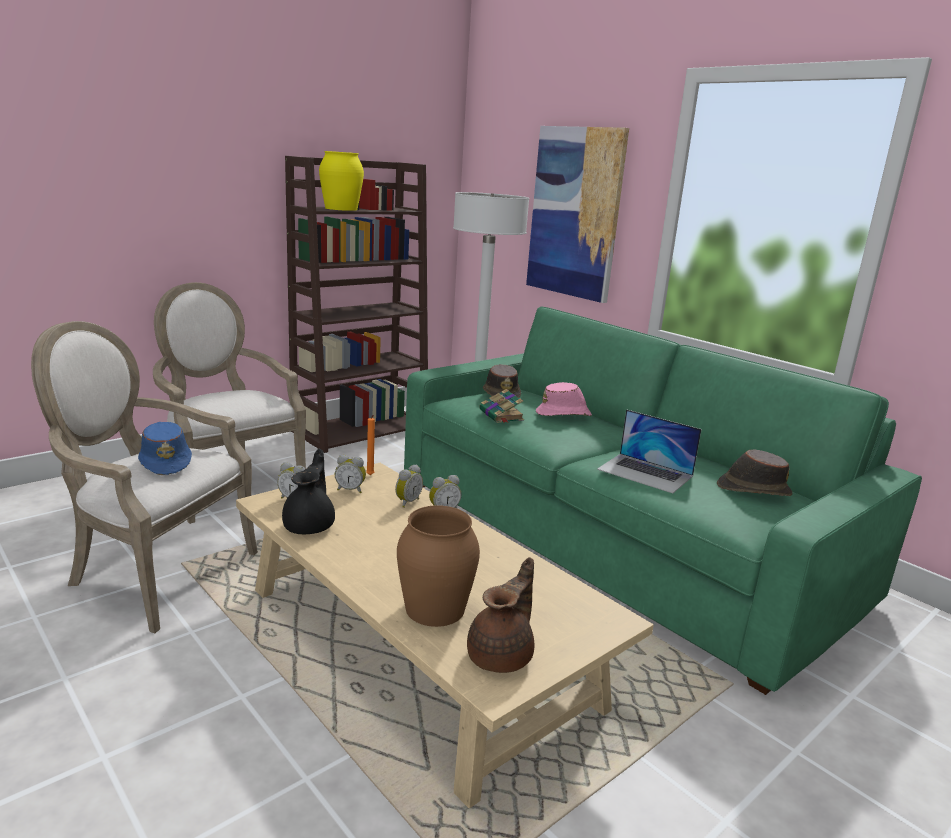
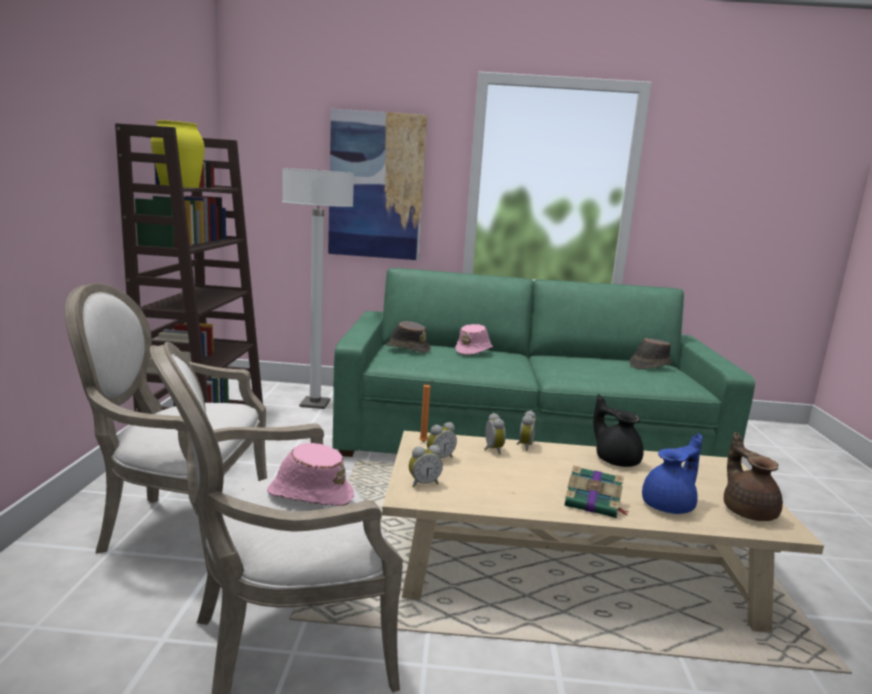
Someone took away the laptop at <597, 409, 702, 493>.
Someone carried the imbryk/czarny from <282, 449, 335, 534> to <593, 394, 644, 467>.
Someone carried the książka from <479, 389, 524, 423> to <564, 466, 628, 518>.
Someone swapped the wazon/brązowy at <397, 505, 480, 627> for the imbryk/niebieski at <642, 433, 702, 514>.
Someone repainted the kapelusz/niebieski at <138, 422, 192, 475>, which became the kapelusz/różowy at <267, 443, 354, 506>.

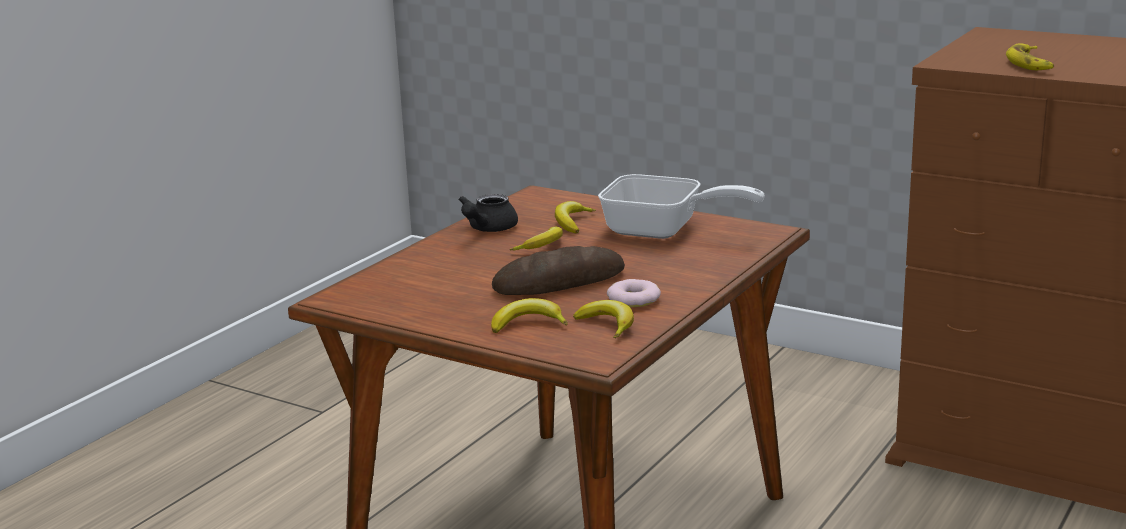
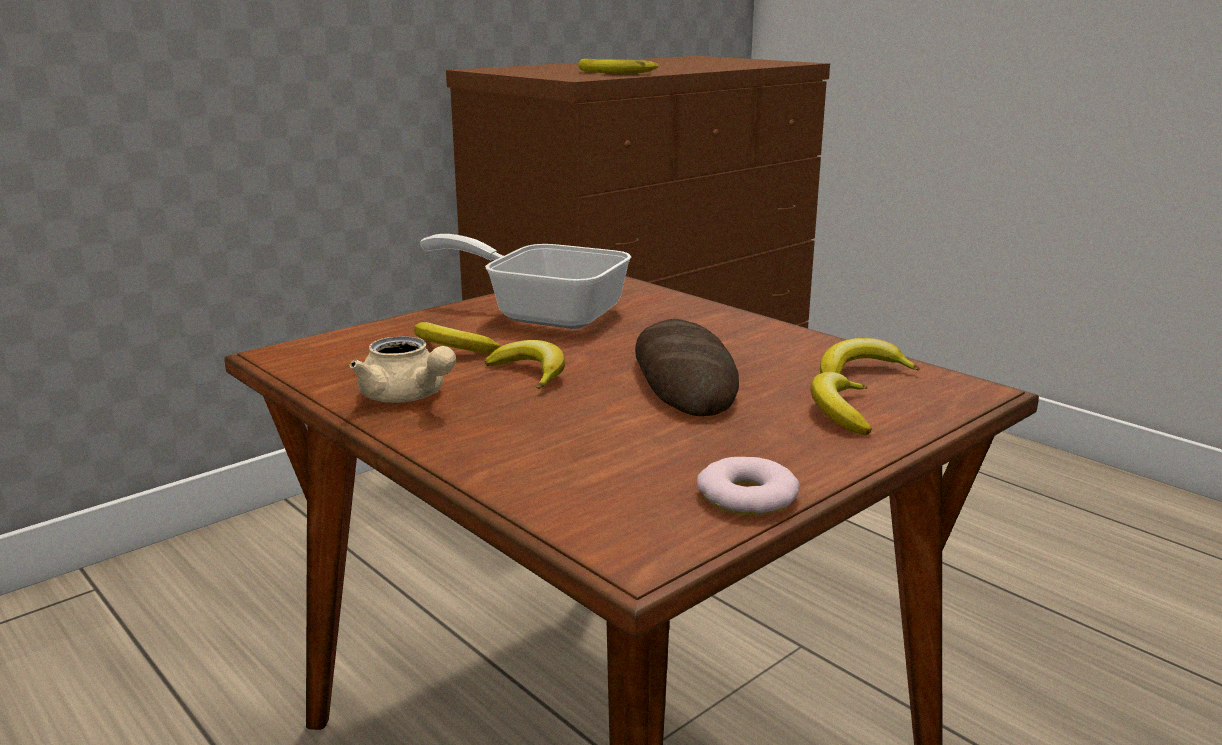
Someone carried the donut from <607, 279, 661, 307> to <697, 457, 800, 516>.
Someone repainted the imbryk/czarny at <458, 194, 518, 232>, which became the imbryk/beżowy at <350, 336, 456, 403>.
Someone rotated the patelnia at <598, 174, 765, 239> by 105 degrees counterclockwise.

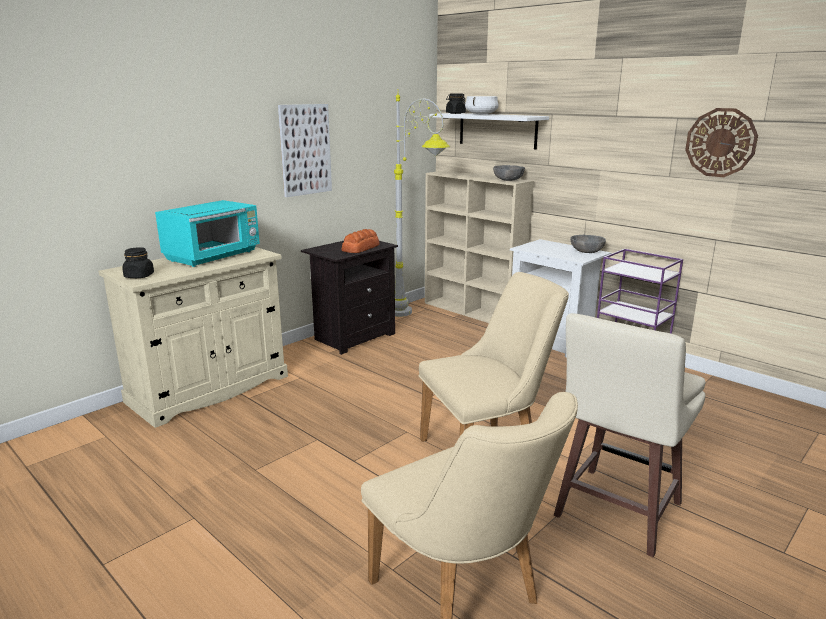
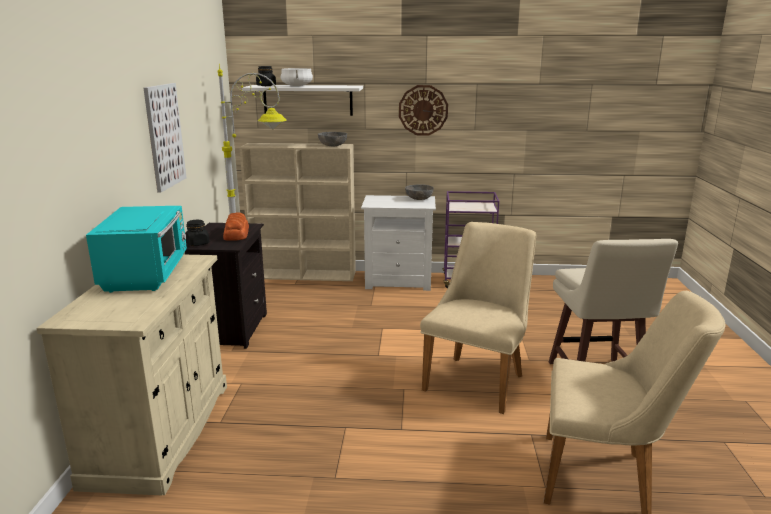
Someone carried the słoik/czarny from <122, 247, 154, 278> to <185, 220, 209, 246>.
Someone carried the zegar ścienny from <685, 108, 758, 177> to <399, 85, 448, 135>.

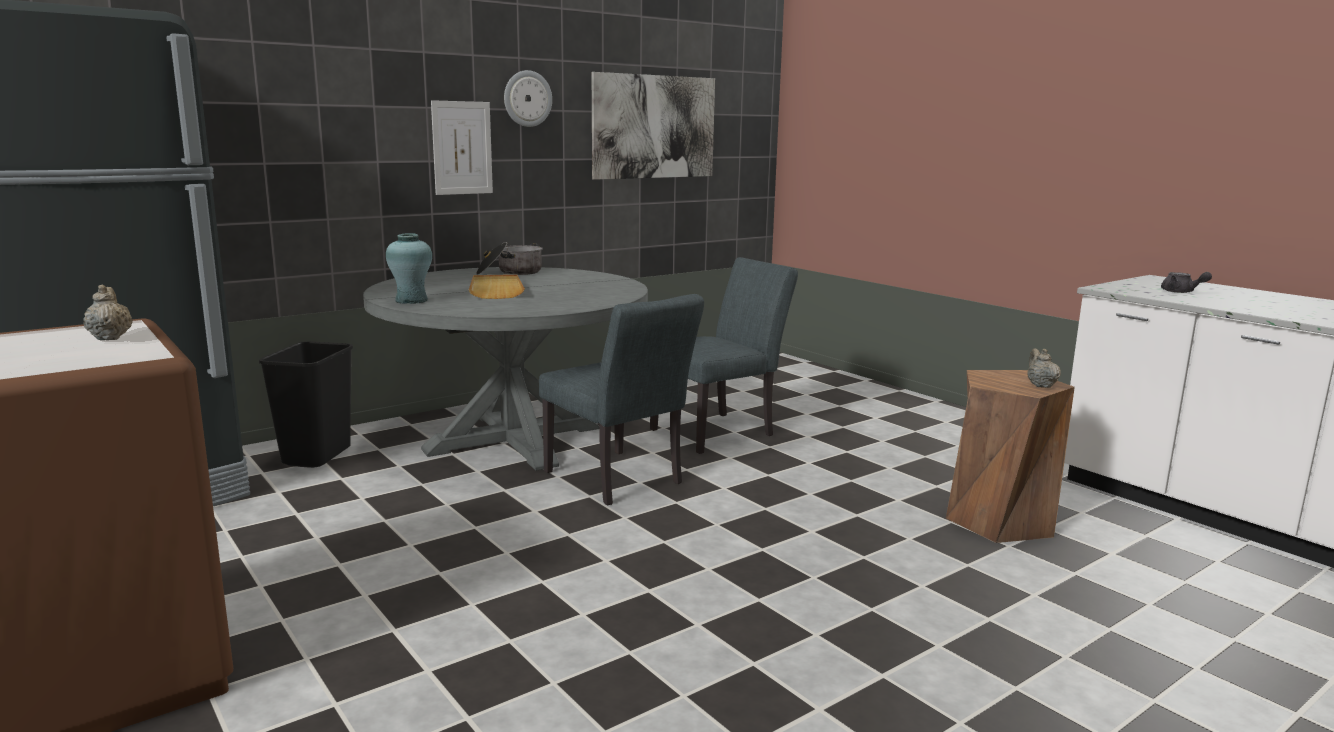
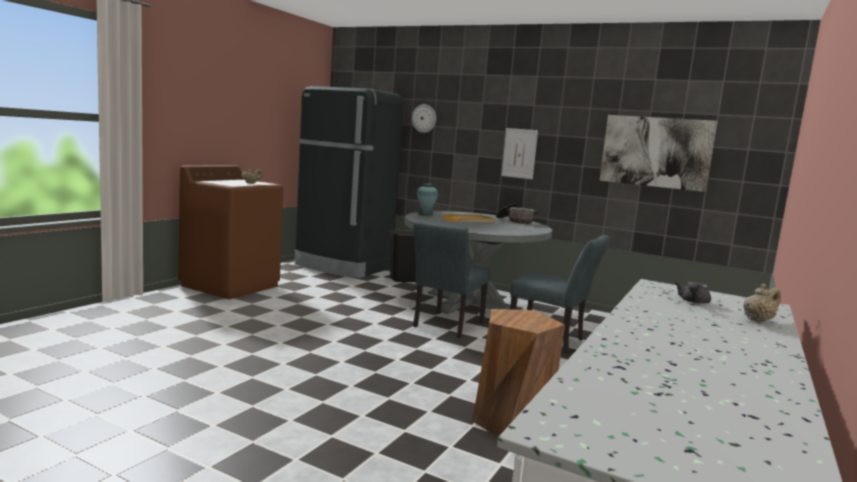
Someone carried the zegar ścienny from <504, 70, 552, 127> to <412, 104, 436, 133>.
Someone carried the imbryk/beżowy from <1027, 348, 1061, 388> to <743, 284, 781, 322>.

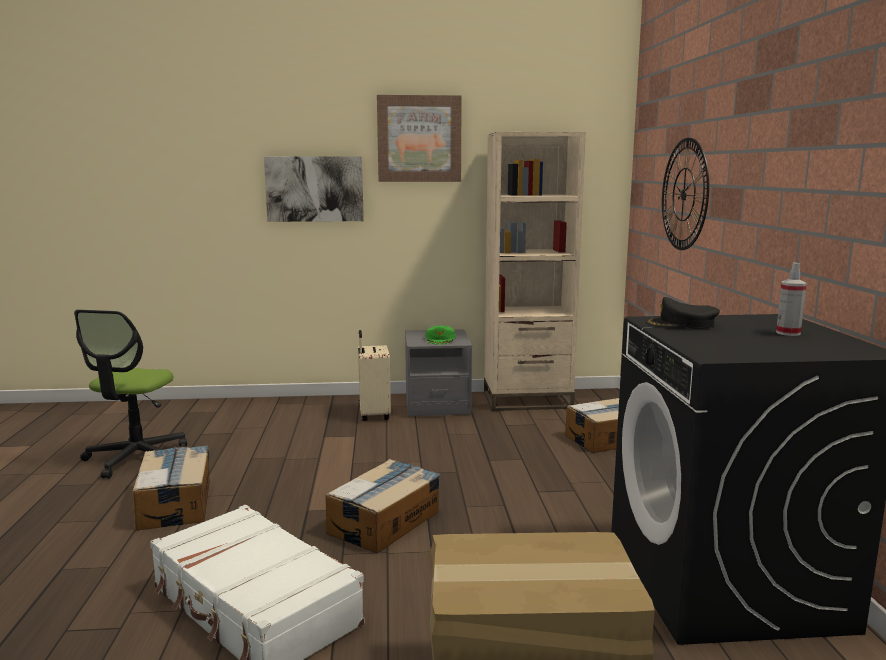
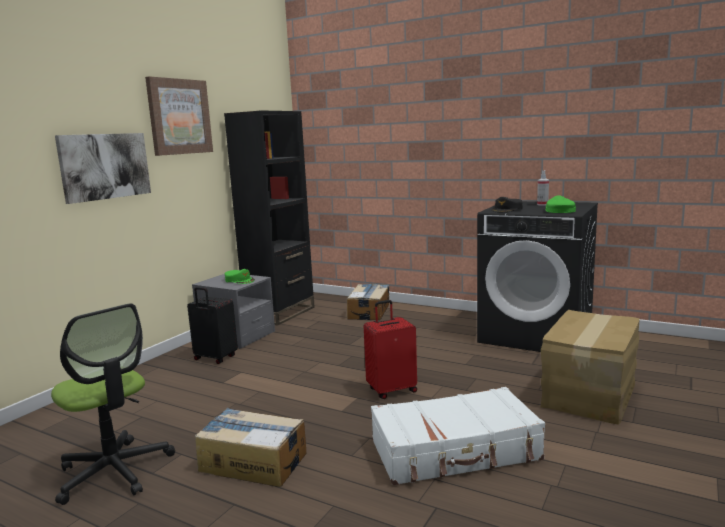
Someone took away the zegar ścienny at <662, 138, 709, 250>.
Someone put down the czapka z daszkiem/zielony at <546, 195, 576, 213>.
Someone swapped the karton at <325, 459, 440, 553> for the walizka/czerwony at <364, 300, 417, 399>.
Someone repainted the walizka/beżowy at <358, 330, 391, 421>, which became the walizka/czarny at <187, 287, 238, 364>.
Someone repainted the regał/beżowy at <484, 132, 586, 411>, which became the regał/czarny at <224, 110, 315, 326>.

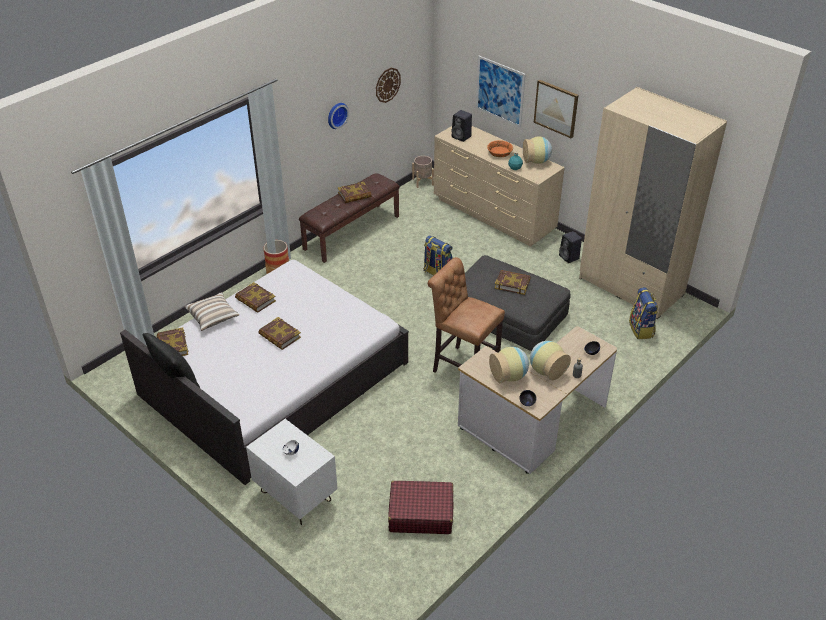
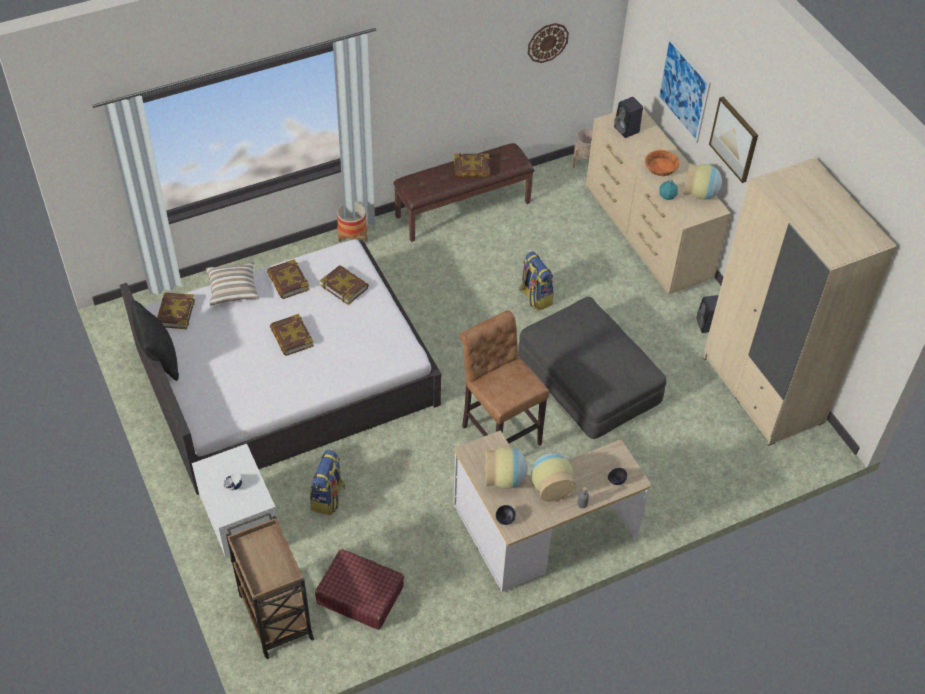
Someone took away the zegar ścienny at <328, 103, 349, 129>.
Someone put down the wózek/brązowy at <226, 513, 314, 659>.
Someone carried the książka from <495, 270, 531, 295> to <320, 265, 369, 305>.
Someone carried the plecak from <629, 287, 658, 339> to <310, 450, 345, 515>.

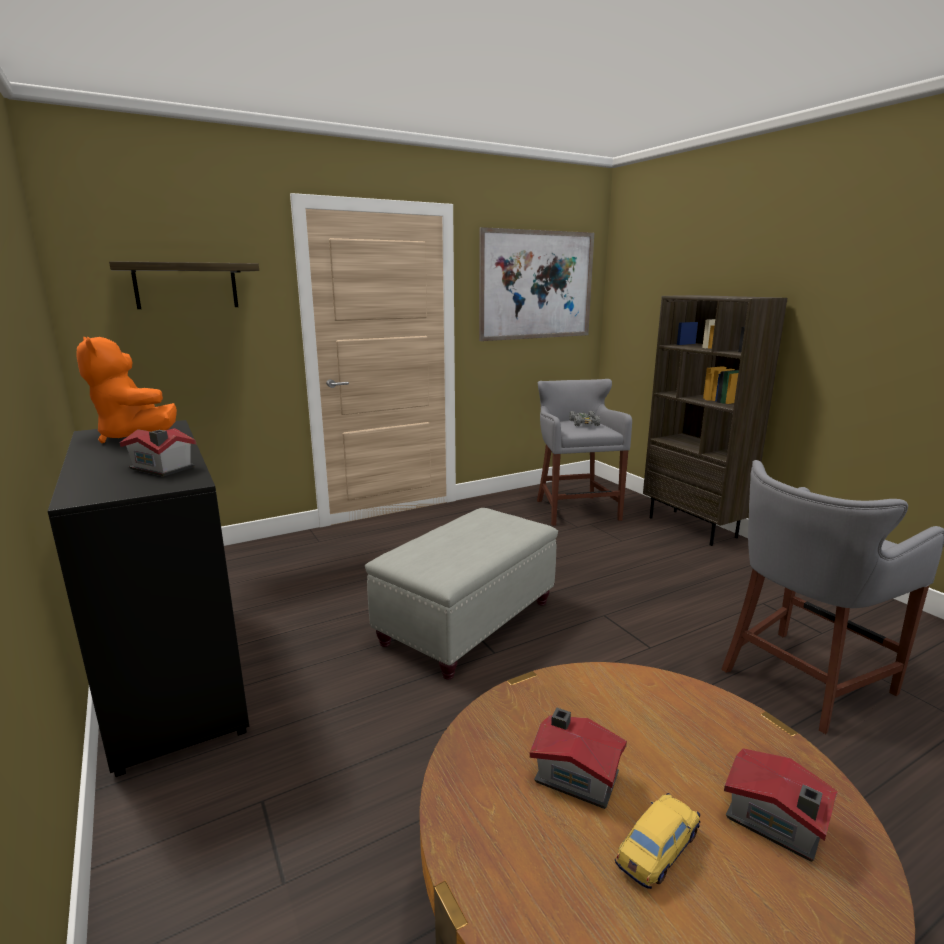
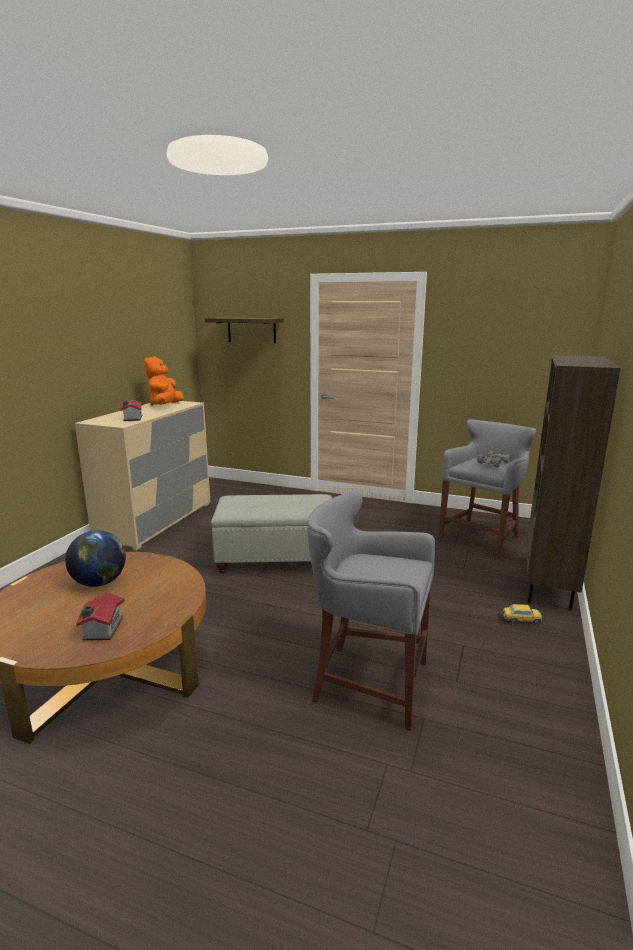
Someone took away the obraz at <479, 227, 594, 341>.
Someone carried the samochodzik from <615, 793, 700, 889> to <502, 604, 543, 625>.
Someone swapped the domek at <530, 708, 627, 809> for the globus at <65, 530, 126, 587>.
Someone repainted the komoda/czarny at <48, 420, 249, 777>, which became the komoda/beżowy at <75, 401, 210, 550>.

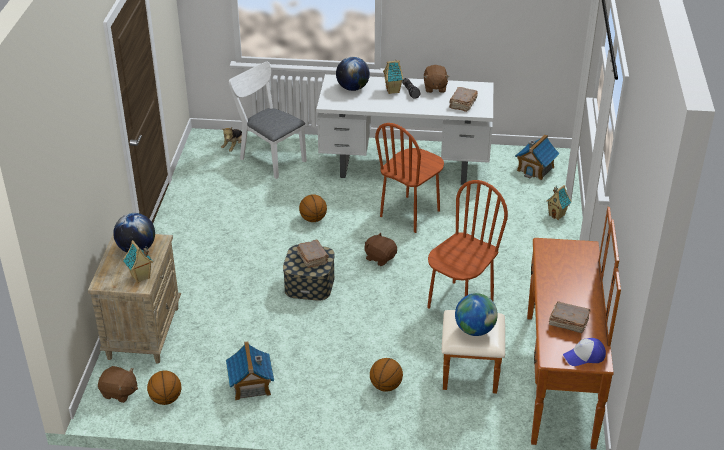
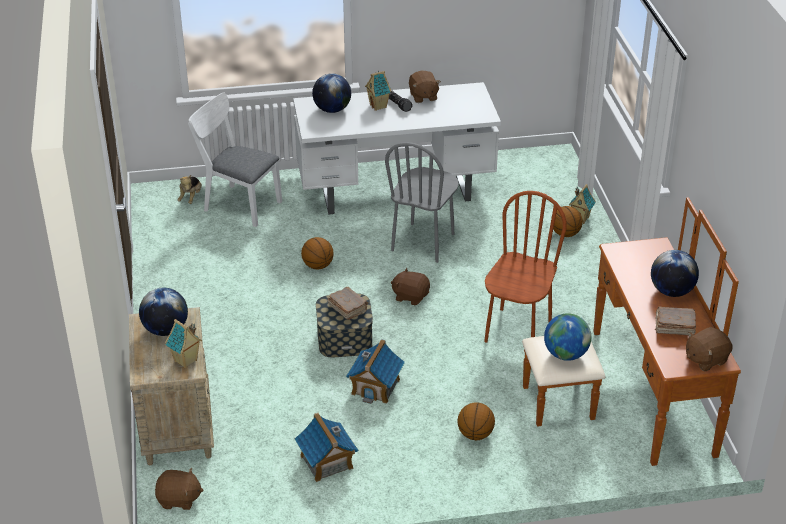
Someone took away the książka/brązowy at <449, 87, 478, 112>.
Someone put down the globus at <651, 250, 699, 297>.
Someone carried the piłka do koszykówki from <147, 370, 181, 405> to <553, 206, 583, 237>.
Someone carried the domek from <515, 134, 560, 180> to <346, 339, 405, 404>.
Someone swapped the czapka z daszkiem at <563, 338, 606, 366> for the pluszak/brązowy at <686, 327, 733, 371>.
Someone repainted the krzesło/brązowy at <375, 123, 444, 233>, which became the krzesło/szary at <385, 142, 459, 263>.

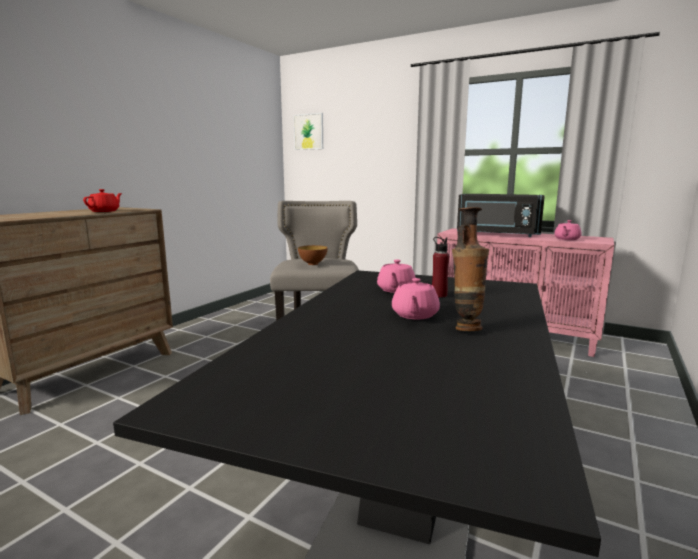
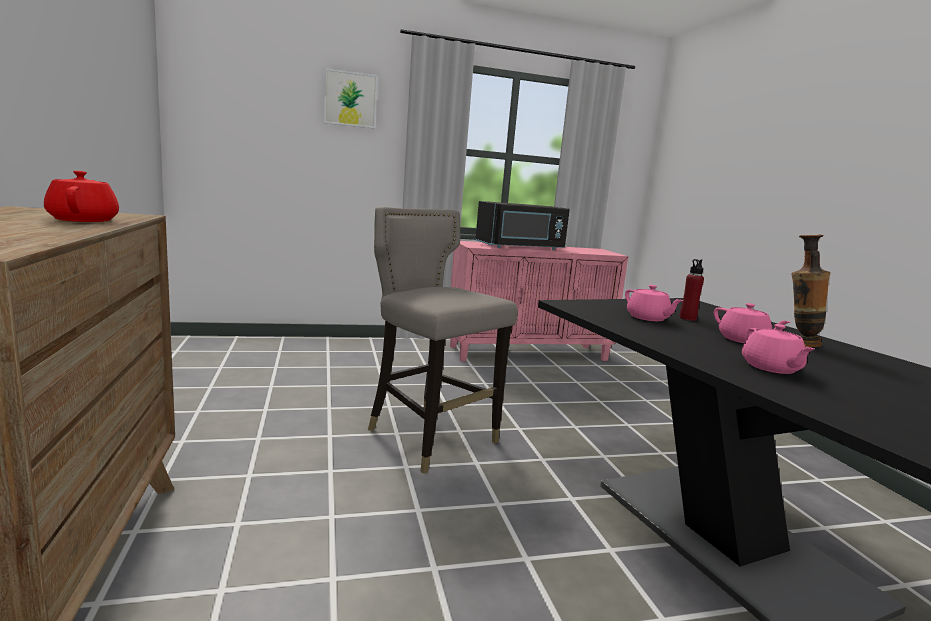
Someone took away the miska at <298, 245, 328, 265>.
Someone carried the obraz from <293, 113, 323, 150> to <324, 68, 378, 129>.
Someone carried the imbryk/różowy from <554, 220, 582, 240> to <742, 324, 814, 374>.

